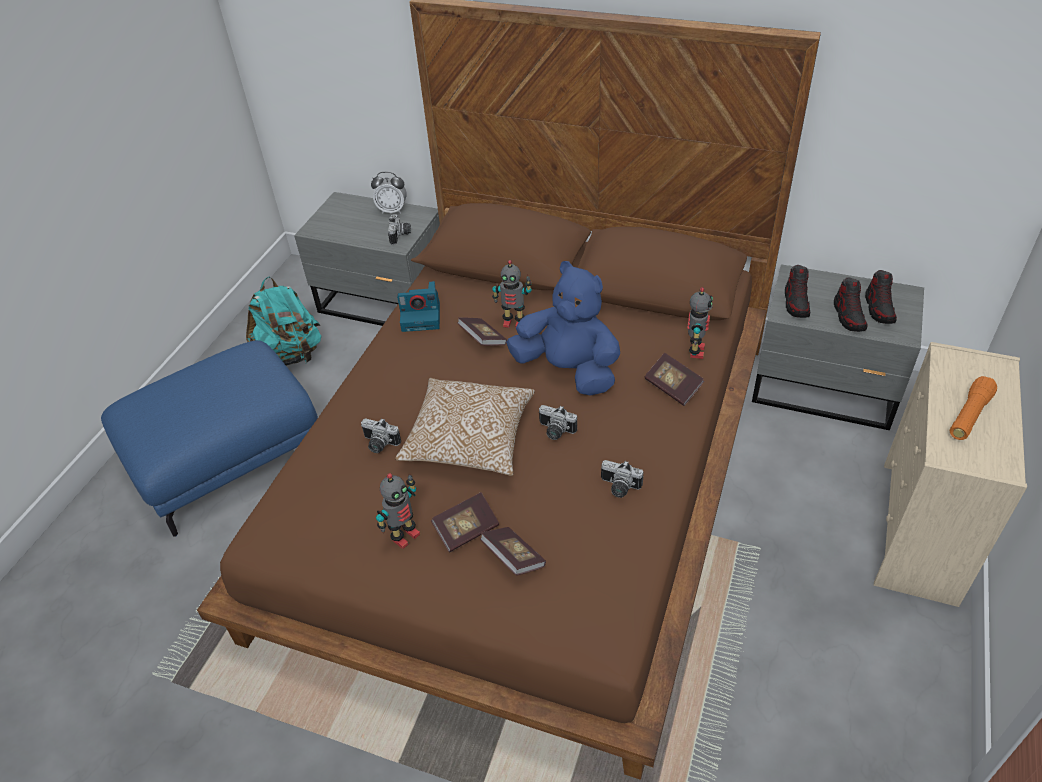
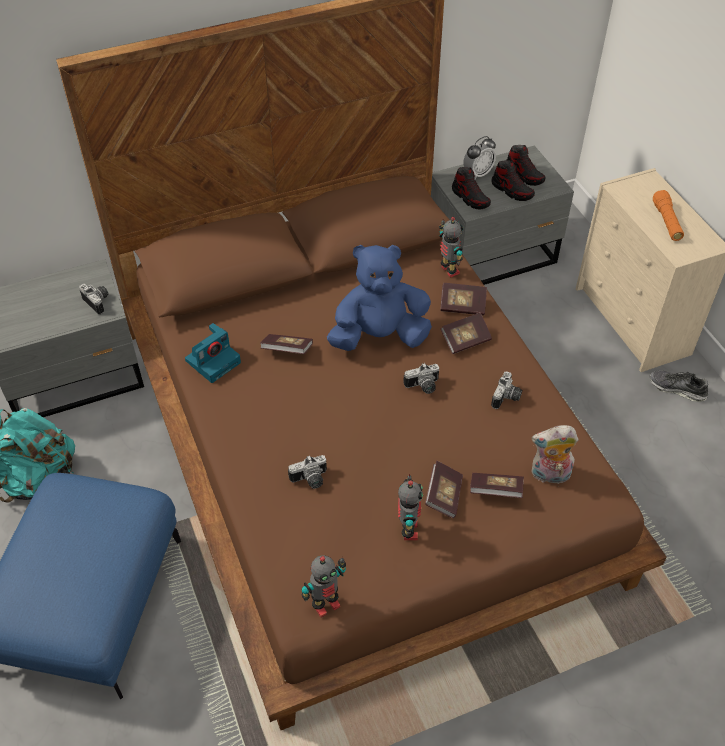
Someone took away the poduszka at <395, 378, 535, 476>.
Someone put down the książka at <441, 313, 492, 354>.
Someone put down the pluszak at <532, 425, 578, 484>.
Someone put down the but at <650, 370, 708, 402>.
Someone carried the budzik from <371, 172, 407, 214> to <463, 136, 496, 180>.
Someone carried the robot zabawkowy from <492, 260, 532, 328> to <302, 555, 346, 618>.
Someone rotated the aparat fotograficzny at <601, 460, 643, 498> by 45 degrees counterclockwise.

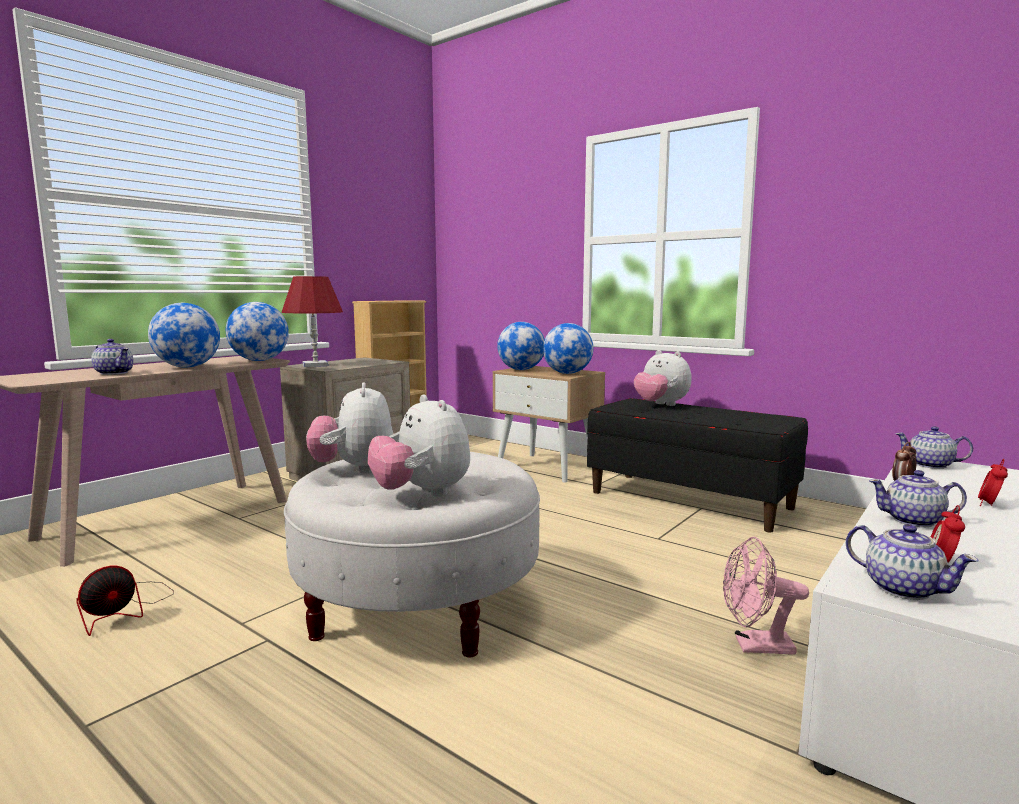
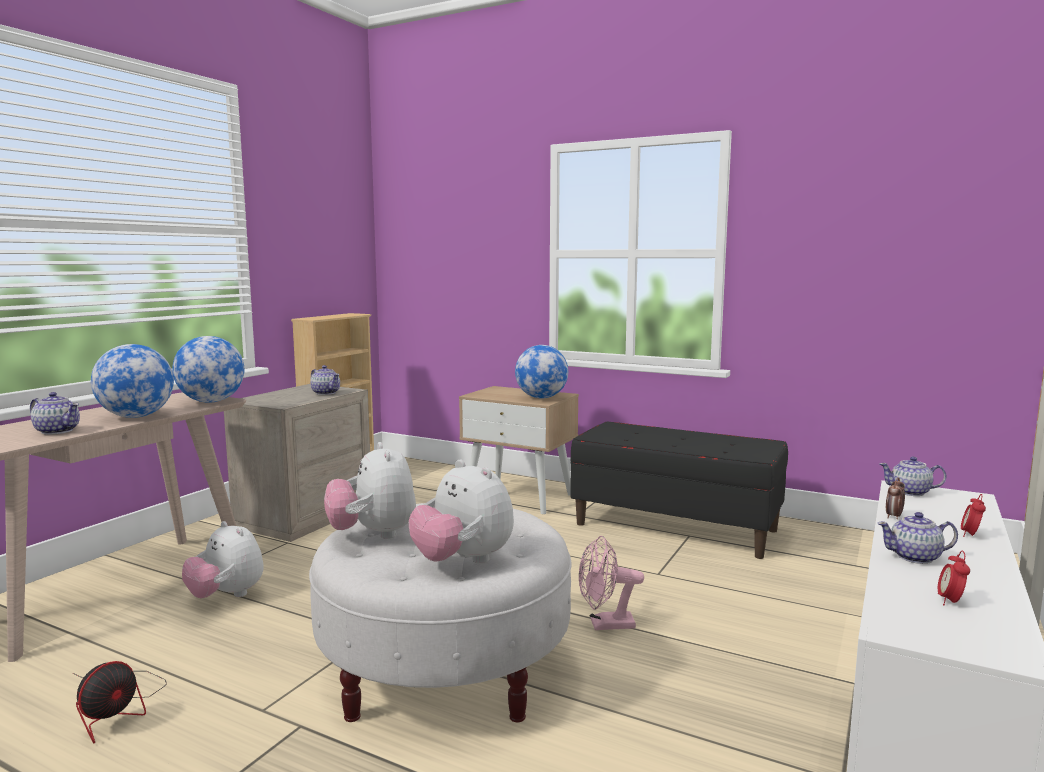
Someone took away the lampa stołowa/czerwony at <282, 276, 343, 367>.
Someone took away the globus at <497, 322, 545, 370>.
Someone carried the pluszak from <634, 350, 692, 406> to <182, 521, 264, 598>.
Someone carried the wentylator/różowy from <723, 537, 809, 655> to <579, 536, 644, 630>.
Someone carried the imbryk from <846, 524, 979, 600> to <310, 365, 340, 395>.

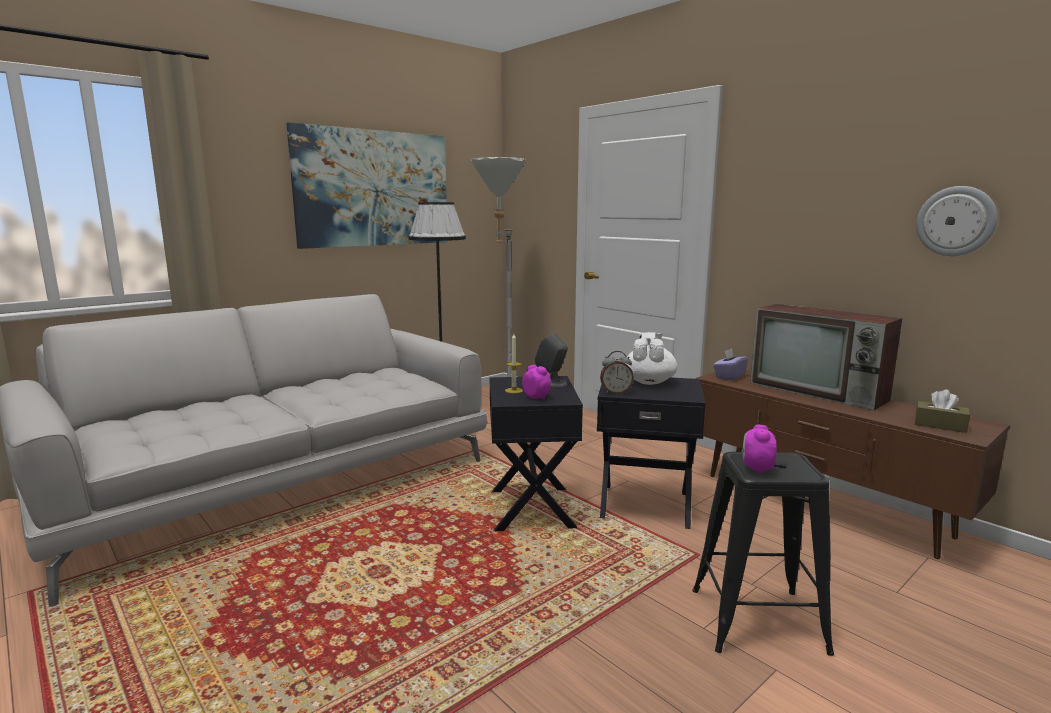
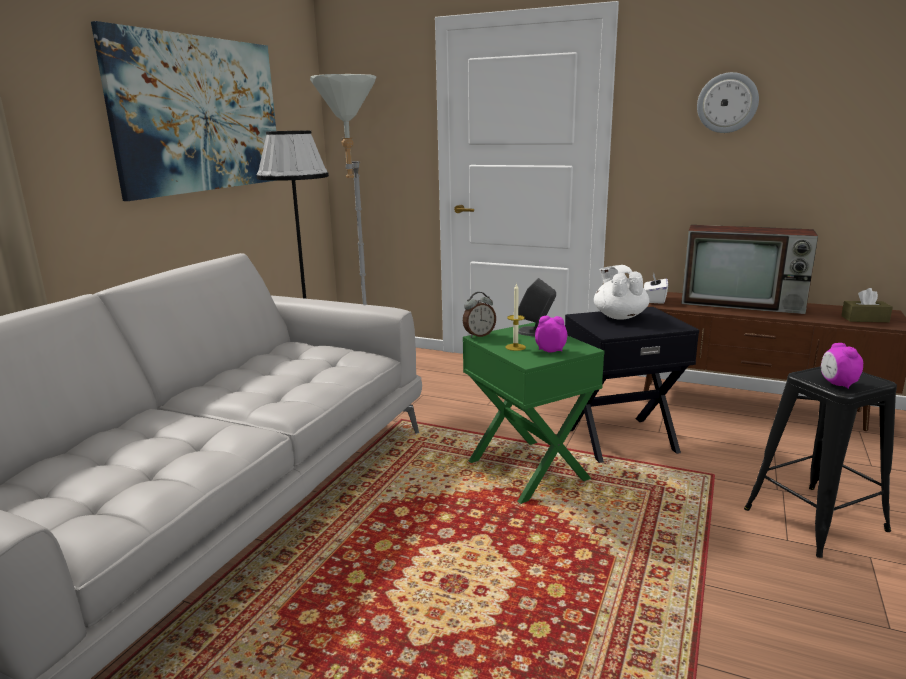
Someone carried the budzik from <600, 351, 634, 394> to <463, 292, 496, 338>.
Someone carried the zegar ścienny from <916, 186, 997, 256> to <697, 72, 759, 133>.
Someone repainted the stolik/czarny at <490, 376, 583, 531>, which became the stolik/zielony at <463, 322, 605, 504>.
Someone repainted the pudełko chusteczek/fioletowy at <713, 348, 748, 380>, which became the pudełko chusteczek/biały at <644, 274, 668, 304>.

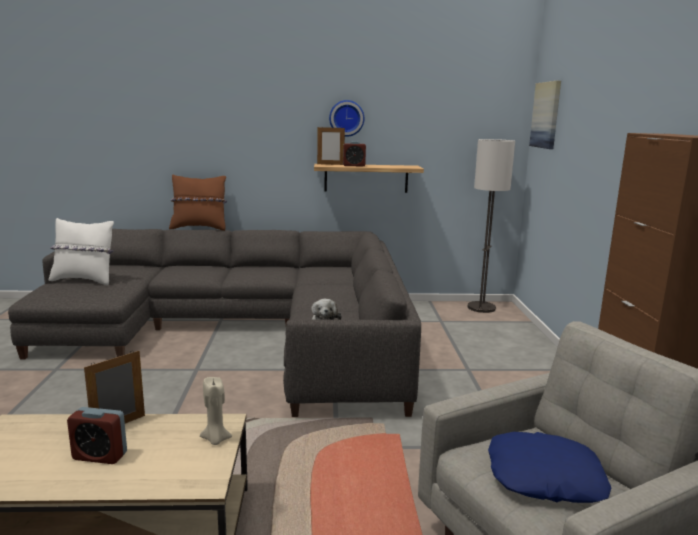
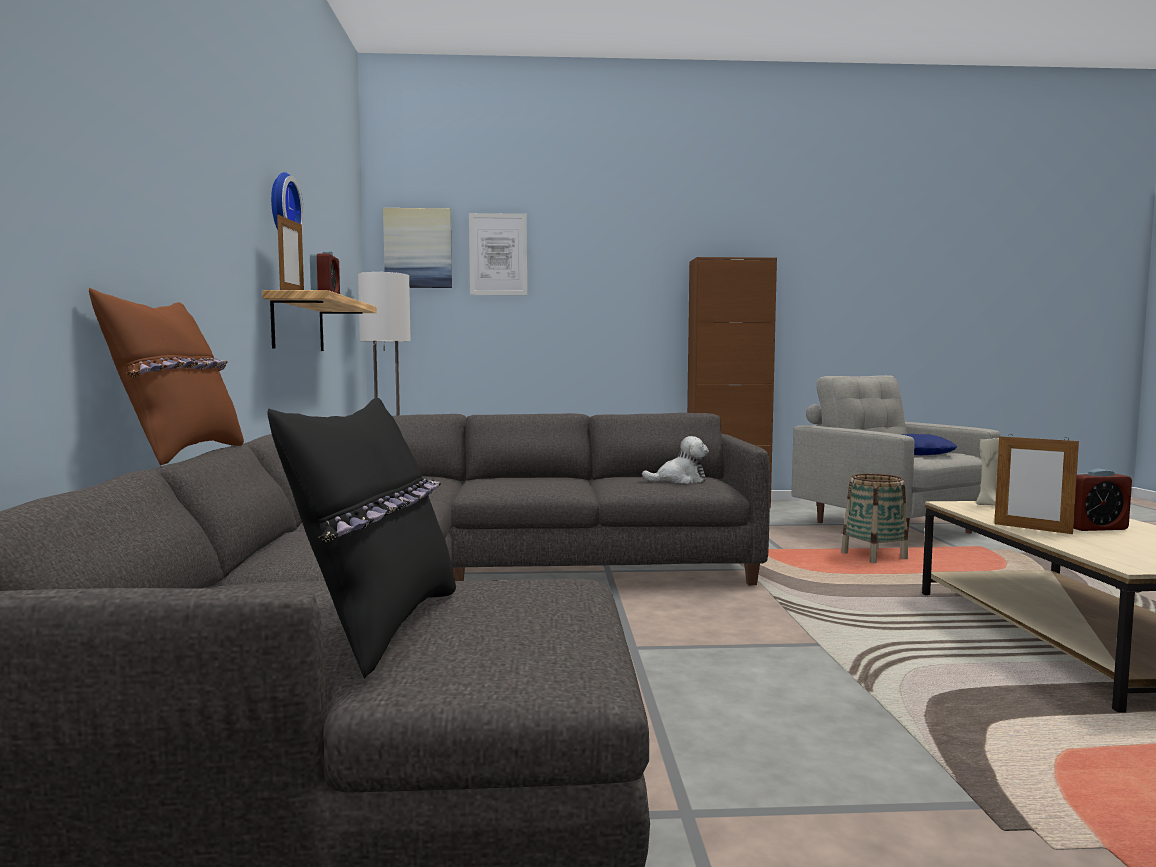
Someone put up the obraz at <469, 213, 527, 295>.
Someone put down the koszyk at <841, 474, 908, 563>.
Someone repainted the poduszka/biały at <49, 218, 114, 285>, which became the poduszka/czarny at <267, 397, 456, 679>.
Someone rotated the budzik at <67, 407, 127, 464> by 75 degrees clockwise.

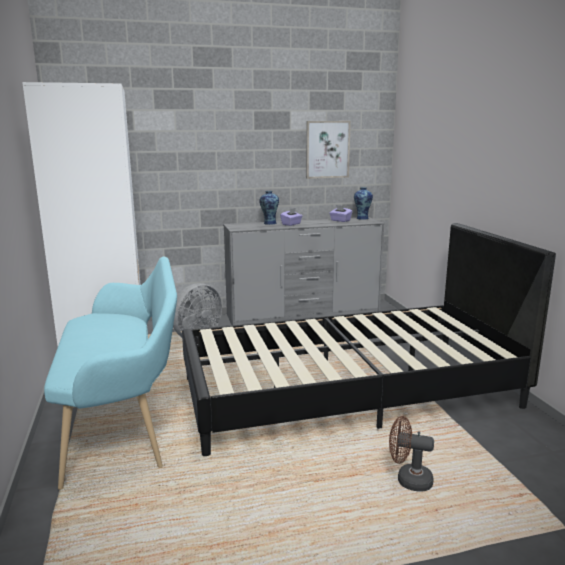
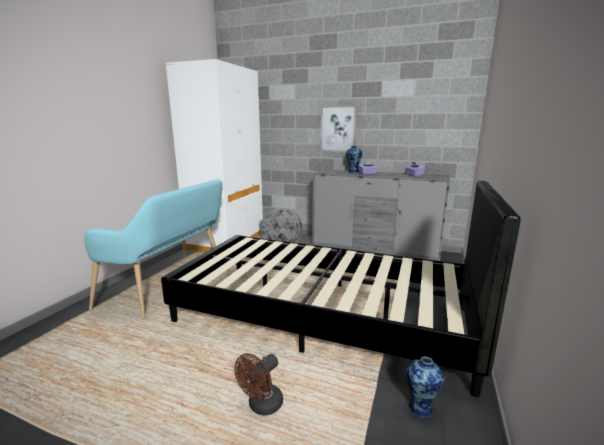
Someone carried the obraz from <306, 121, 351, 179> to <320, 106, 357, 152>.
Someone carried the wazon from <354, 187, 373, 220> to <406, 356, 445, 418>.
Someone rotated the wentylator/brązowy at <389, 416, 434, 492> by 105 degrees counterclockwise.

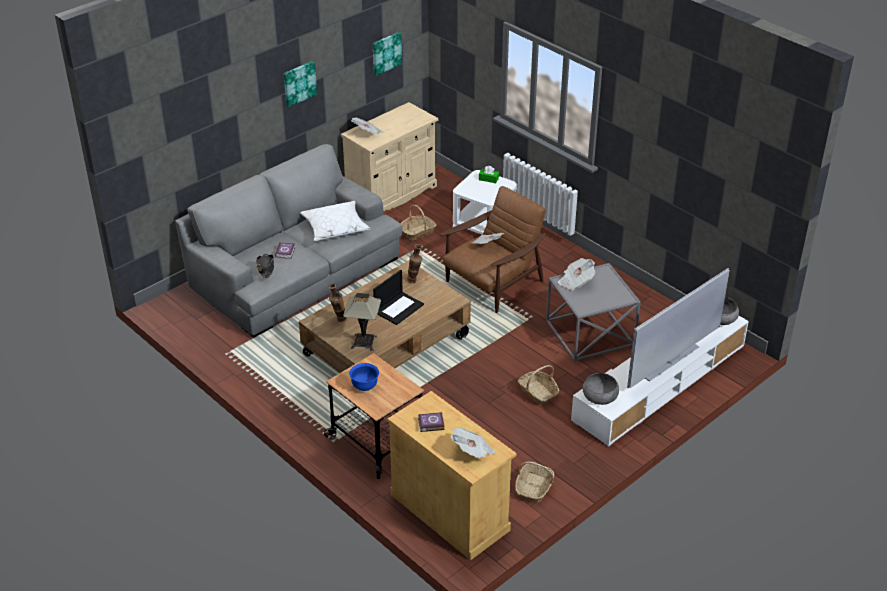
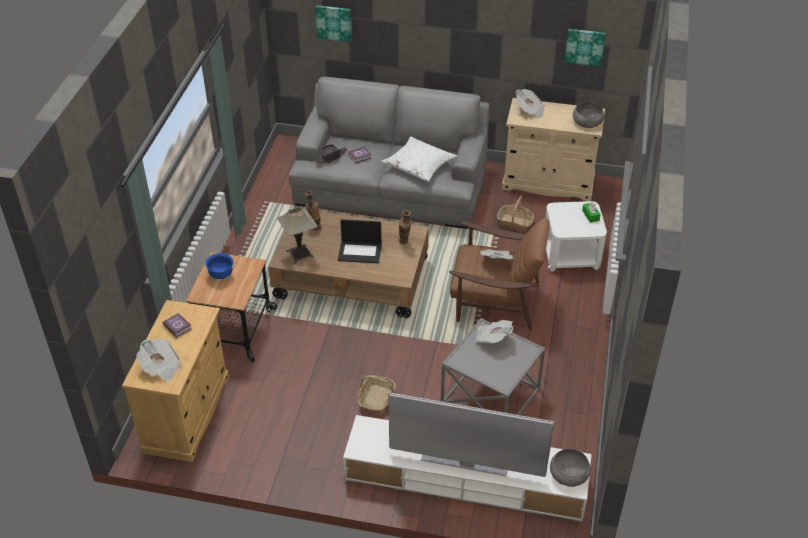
Someone took away the koszyk at <515, 461, 554, 502>.
Someone carried the obraz from <284, 61, 317, 107> to <315, 5, 352, 42>.
Someone carried the miska/szary from <583, 373, 619, 405> to <573, 102, 604, 128>.

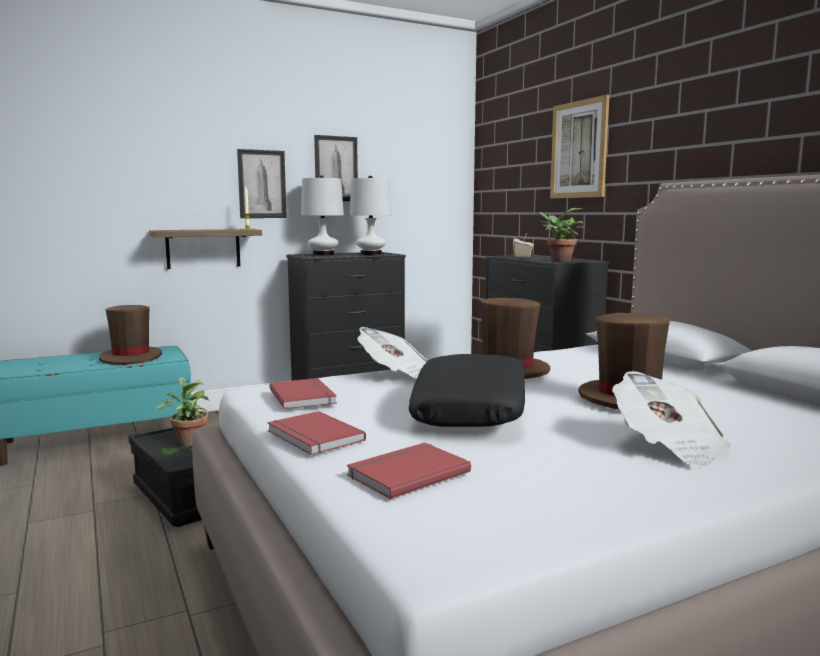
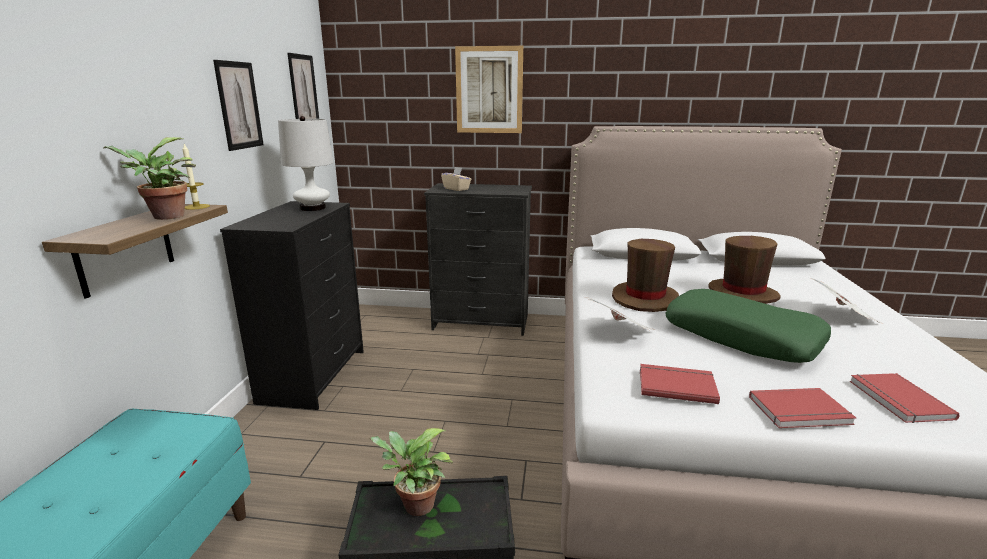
Someone took away the kapelusz/brązowy at <99, 305, 162, 365>.
Someone took away the lampa stołowa/biały at <301, 175, 344, 255>.
Someone carried the obraz from <237, 149, 287, 218> to <287, 53, 319, 119>.
Someone carried the roślina doniczkowa from <537, 208, 585, 262> to <104, 137, 196, 220>.
Someone repainted the poduszka/czarny at <409, 354, 525, 427>, which became the poduszka/zielony at <666, 289, 831, 363>.

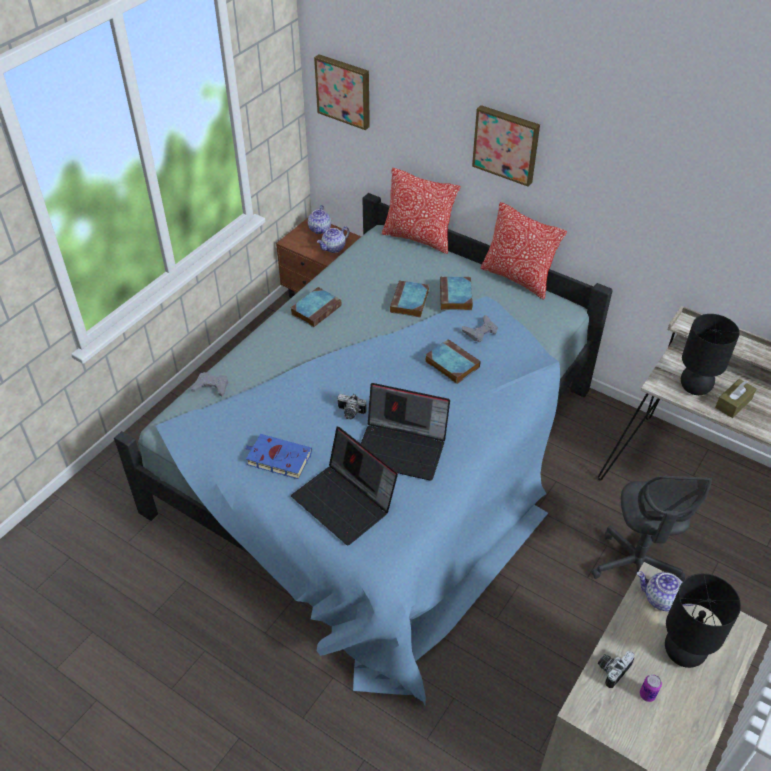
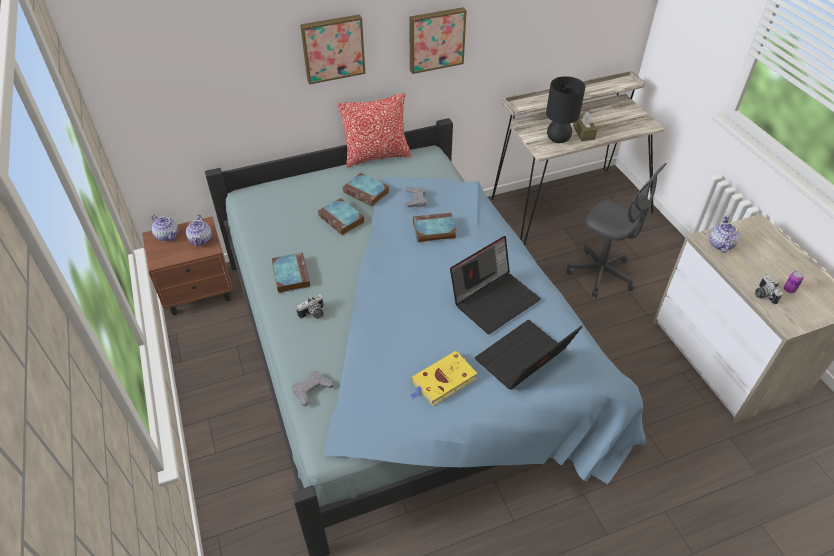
Someone took away the poduszka at <382, 168, 461, 254>.
Someone took away the lampa stołowa/czarny at <665, 573, 741, 668>.
Someone carried the obraz from <314, 54, 370, 130> to <409, 7, 467, 74>.
Someone carried the aparat fotograficzny from <337, 394, 367, 420> to <297, 295, 324, 319>.
Someone repainted the książka/niebieski at <245, 434, 312, 479>, which became the książka/żółty at <410, 351, 477, 406>.
Someone rotated the laptop at <291, 427, 398, 545> by 150 degrees clockwise.
Someone rotated the imbryk at <637, 572, 695, 611> by 135 degrees clockwise.

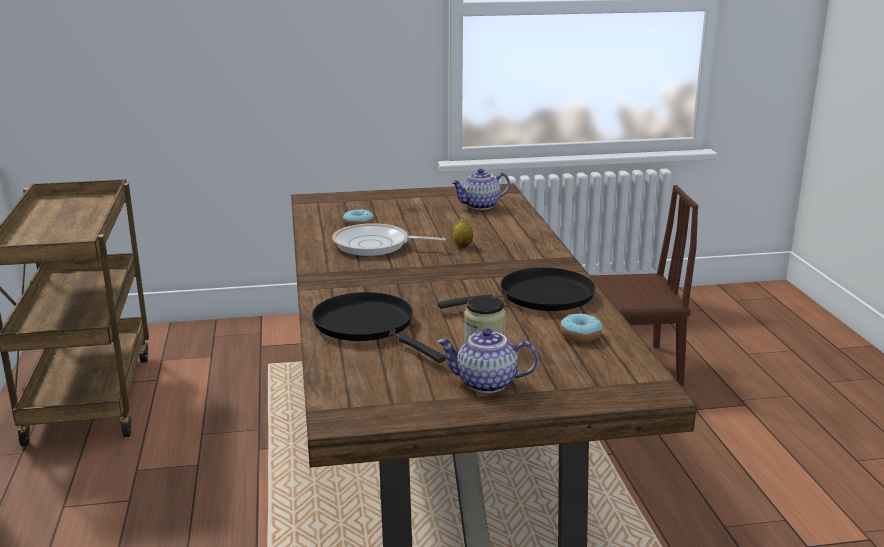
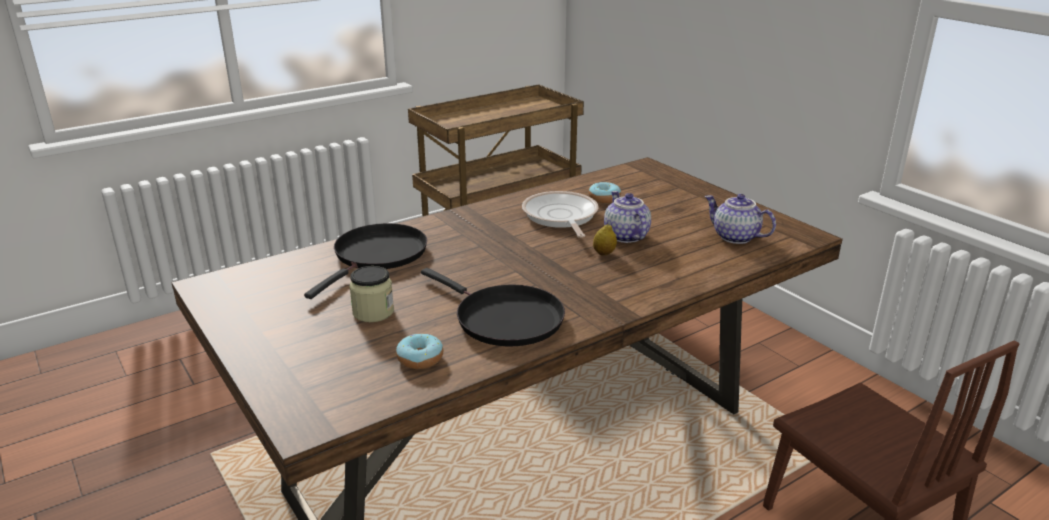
Someone carried the imbryk from <437, 328, 538, 393> to <604, 191, 651, 243>.

